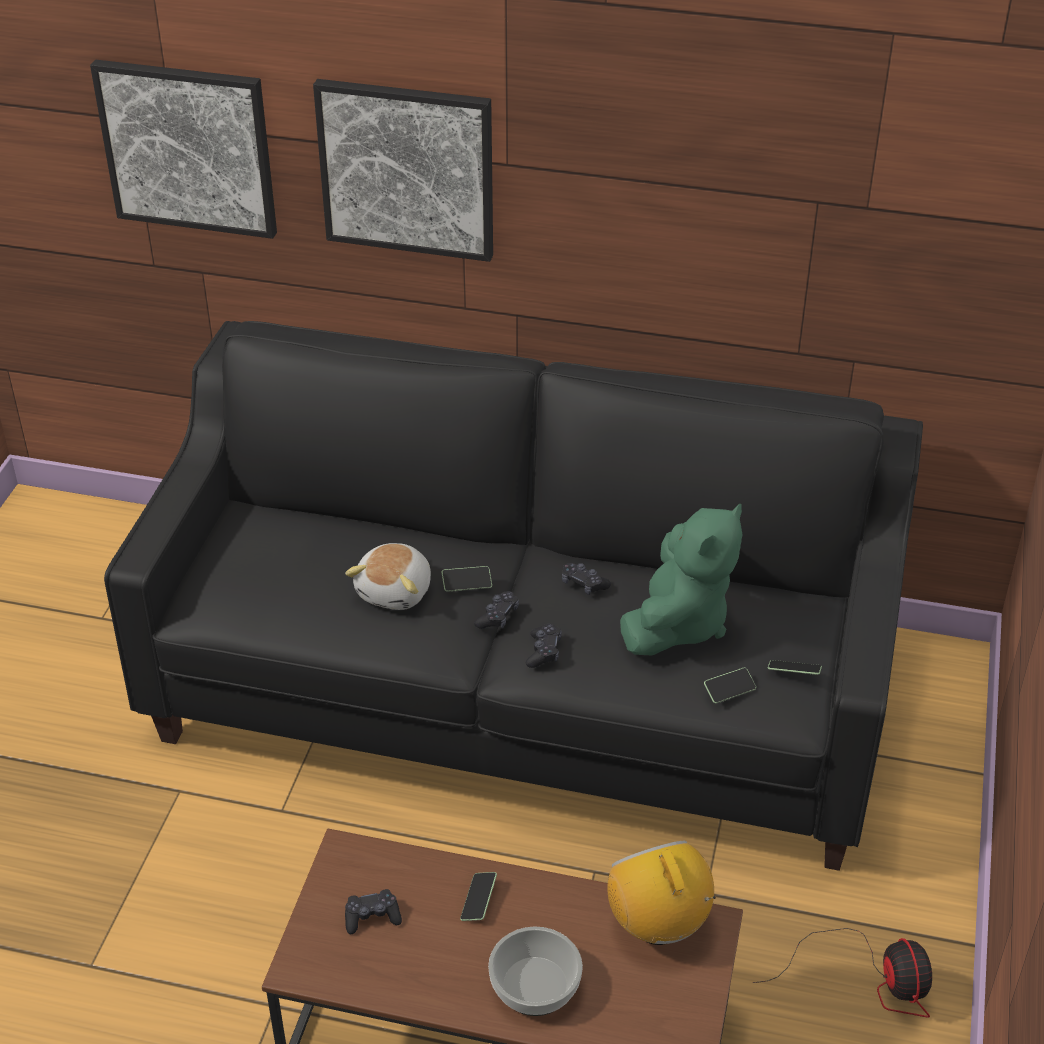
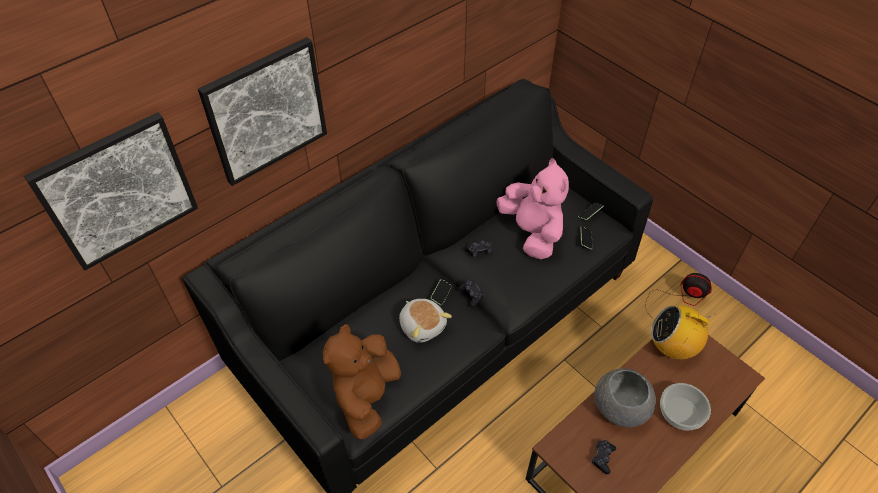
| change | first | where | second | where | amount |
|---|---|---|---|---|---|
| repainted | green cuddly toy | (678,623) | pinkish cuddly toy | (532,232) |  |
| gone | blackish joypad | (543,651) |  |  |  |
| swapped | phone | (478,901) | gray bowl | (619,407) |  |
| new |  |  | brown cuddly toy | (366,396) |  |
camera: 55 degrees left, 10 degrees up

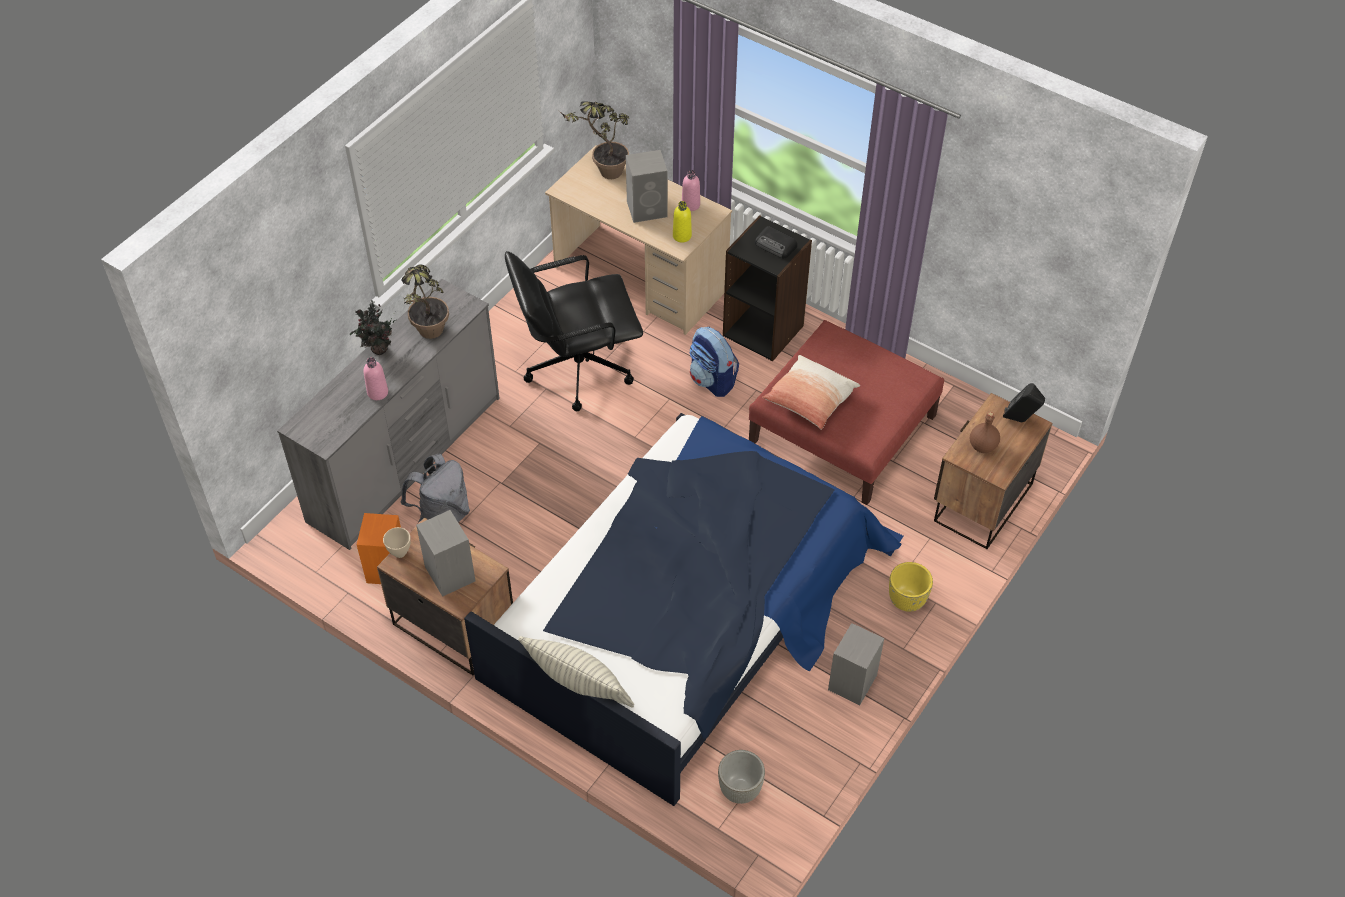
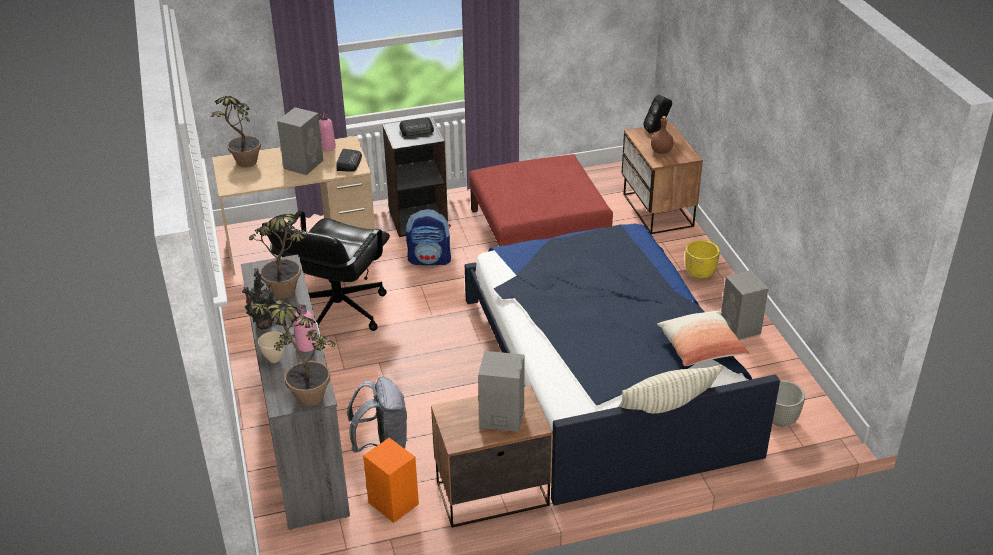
| change | first | where | second | where | amount |
|---|---|---|---|---|---|
| swapped | yellow-coloured beverage bottle | (682,236) | radio receiver | (349,163) |  |
| shifted | throw pillow | (810,400) |  | (701,348) |  |
| shifted | beige bowl | (399,553) |  | (274,359) |  |
| new |  |  | plant in a pot | (302,394) |  |
camera: 50 degrees left, 15 degrees down

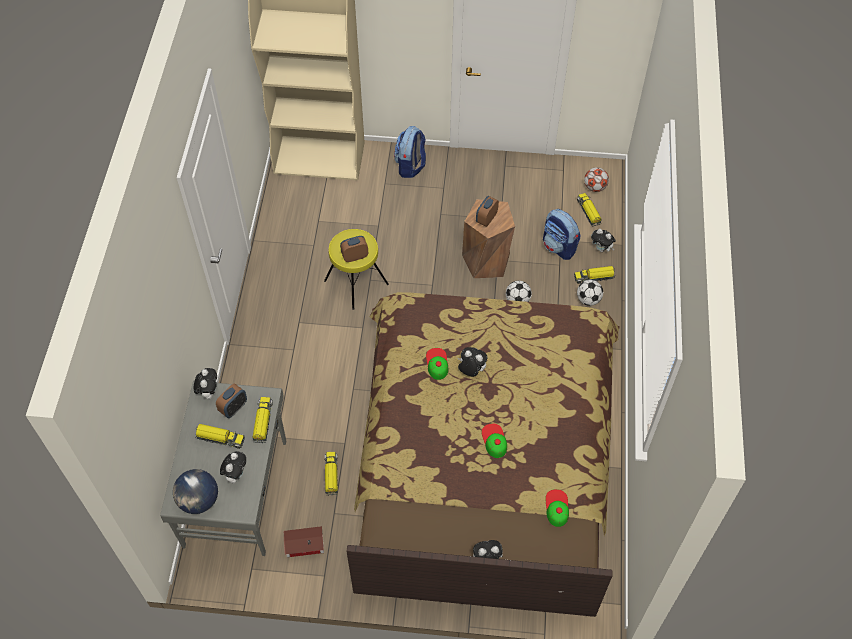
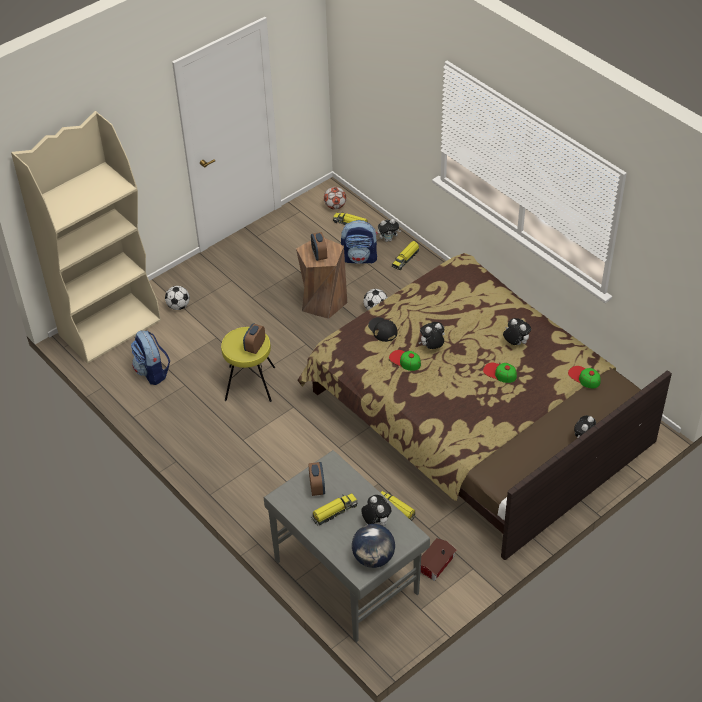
| change | first | where | second | where | amount |
|---|---|---|---|---|---|
| shifted | knapsack | (410,166) |  | (152,372) |  |
| shifted | football ball | (588,299) |  | (178,306) |  |
| shifted | cuddly toy | (208,392) |  | (515,343) |  |
| gone | model truck | (263,422) |  |  |  |
| new |  |  | blackish baseball cap | (382,330) |  |
camera: 45 degrees left, 10 degrees down

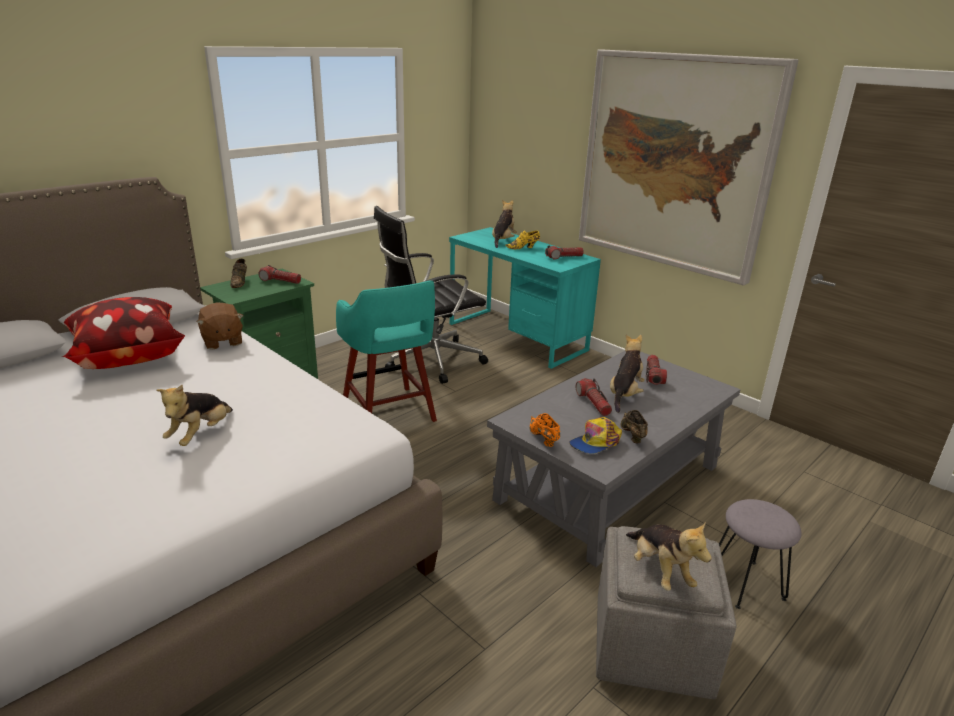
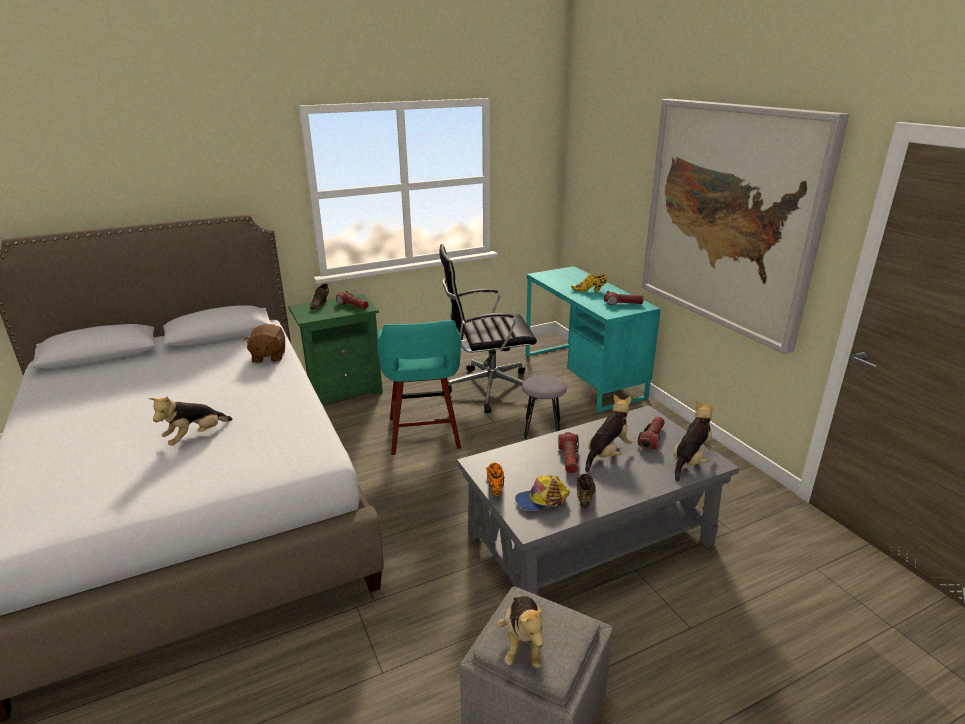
| change | first | where | second | where | amount |
|---|---|---|---|---|---|
| shifted | cuddly toy | (503,241) |  | (690,461) |  |
| gone | throw pillow | (128,357) |  |  |  |
| shifted | gray stool seat | (746,584) |  | (542,430) |  |
camera: 20 degrees right, 0 degrees up

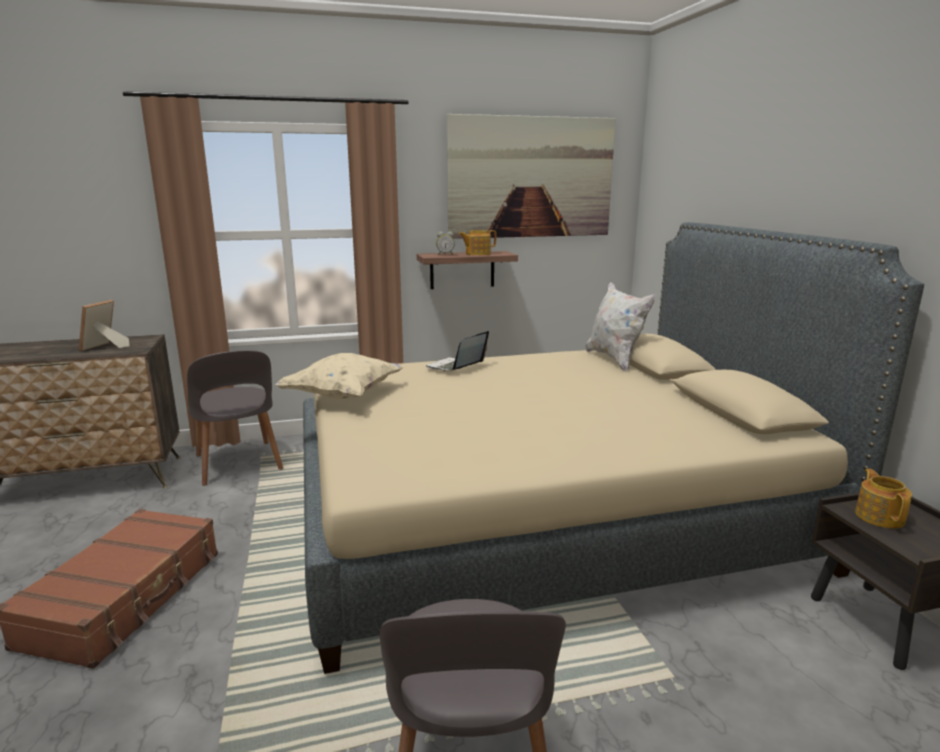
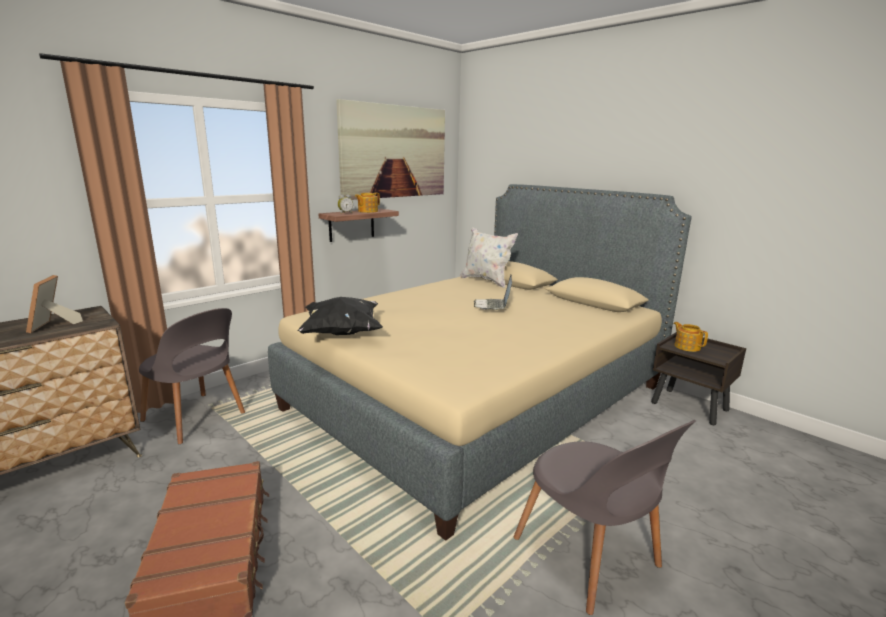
| change | first | where | second | where | amount |
|---|---|---|---|---|---|
| shifted | notebook computer | (455,367) |  | (493,306) |  |
| repainted | beige throw pillow | (344,396) | blackish throw pillow | (342,333) |  |
camera: 30 degrees left, 0 degrees up

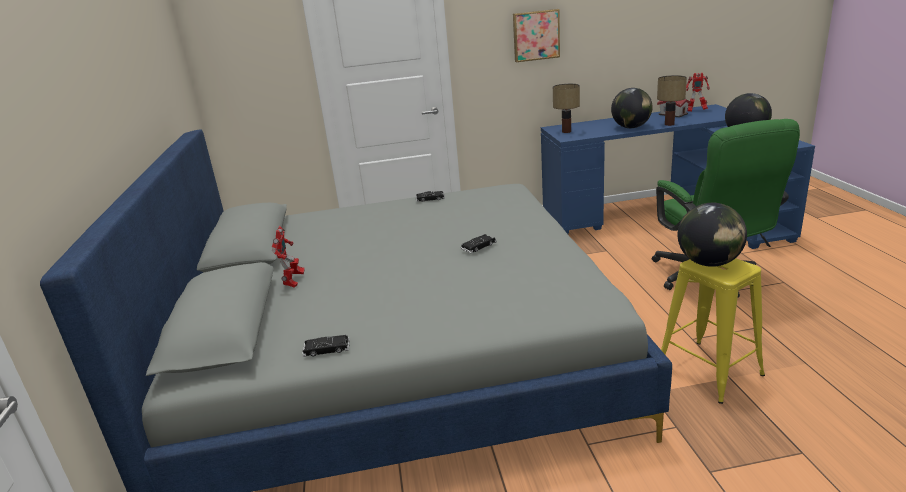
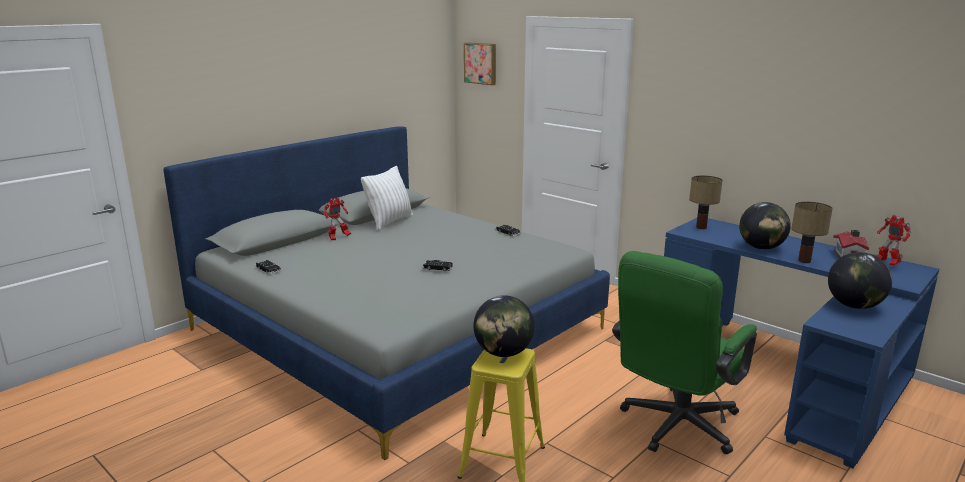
| change | first | where | second | where | amount |
|---|---|---|---|---|---|
| shifted | wall art | (536,35) |  | (481,63) |  |
| new |  |  | white throw pillow | (389,222) |  |
camera: 50 degrees right, 5 degrees down

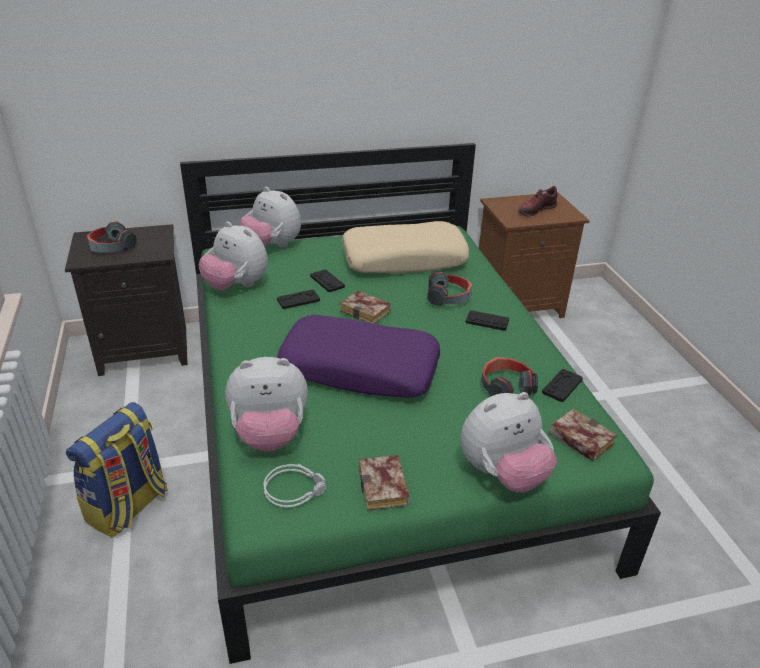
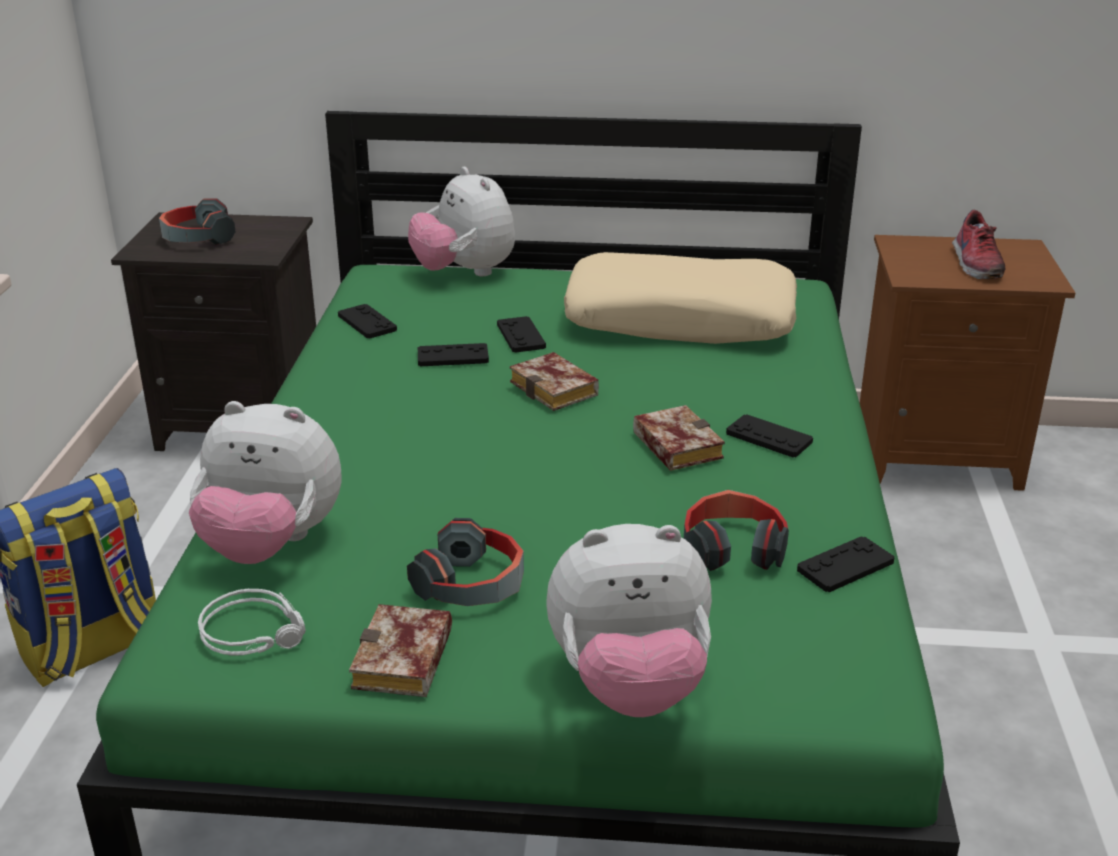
| change | first | where | second | where | amount |
|---|---|---|---|---|---|
| rotated | low shoe | (536,209) |  | (974,263) | 75 degrees counterclockwise |
| swapped | cuddly toy | (236,286) | blackish joypad | (367,323) |  |
| shifted | headphones | (449,297) |  | (472,584) |  |
| gone | purple throw pillow | (360,369) |  |  |  |
| shifted | bound book | (578,439) |  | (673,445) |  |
camera: 20 degrees right, 5 degrees down

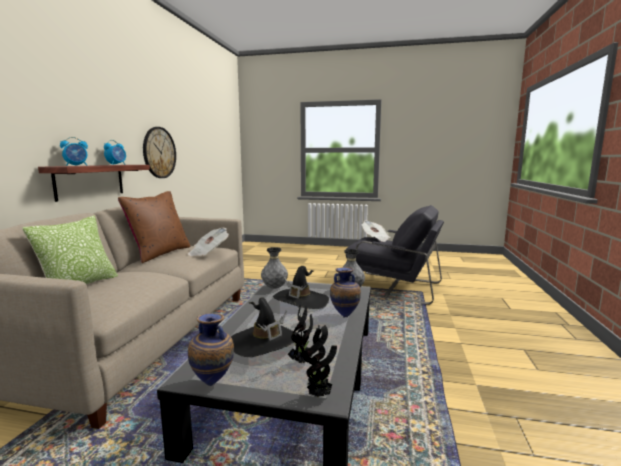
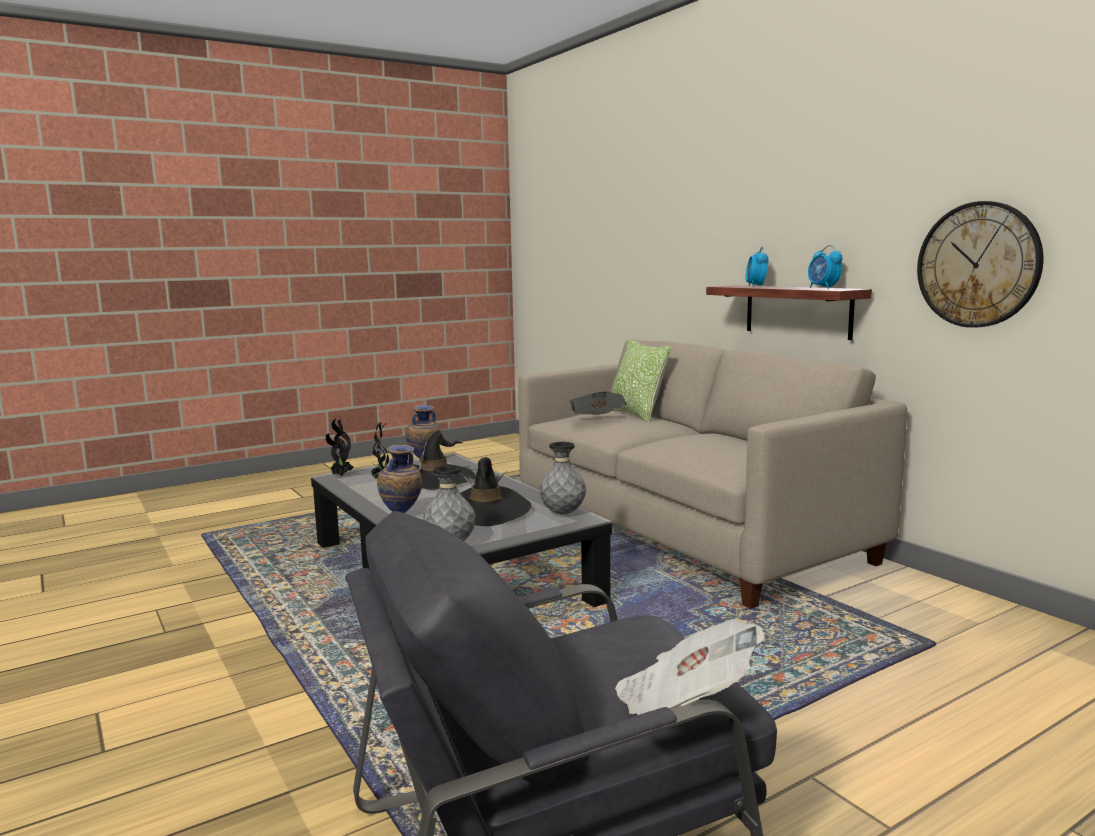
| change | first | where | second | where | amount |
|---|---|---|---|---|---|
| gone | brown throw pillow | (160,253) |  |  |  |
| shifted | daily paper | (208,252) |  | (597,420) |  |
camera: 135 degrees right, 0 degrees up

